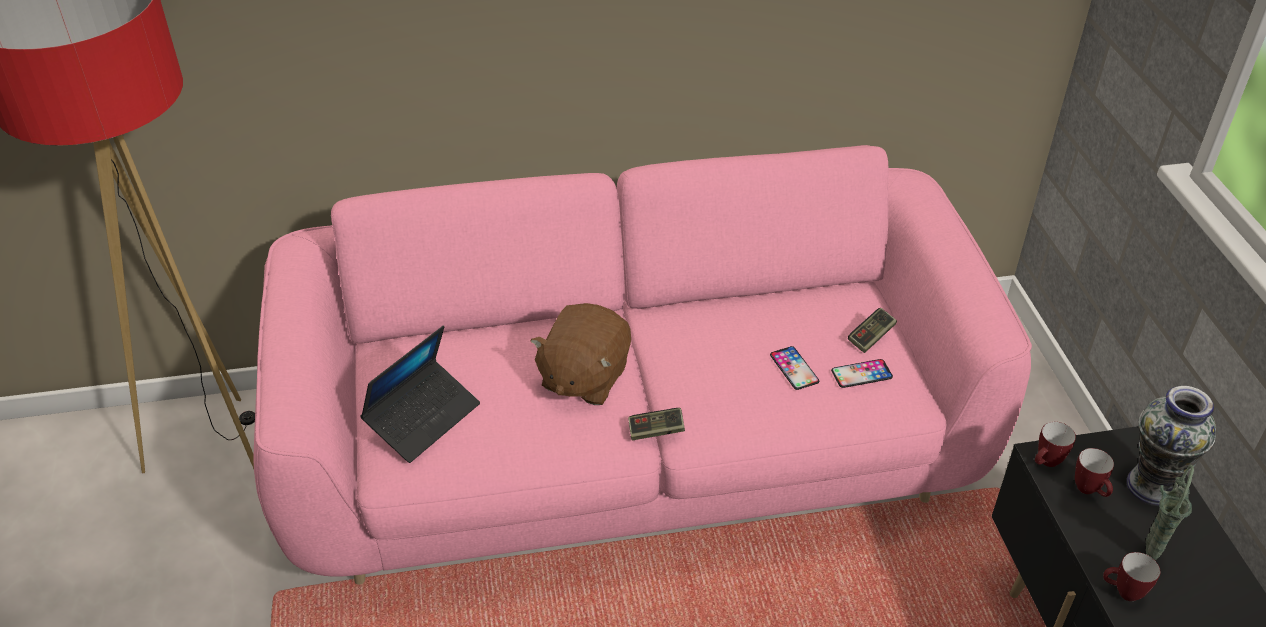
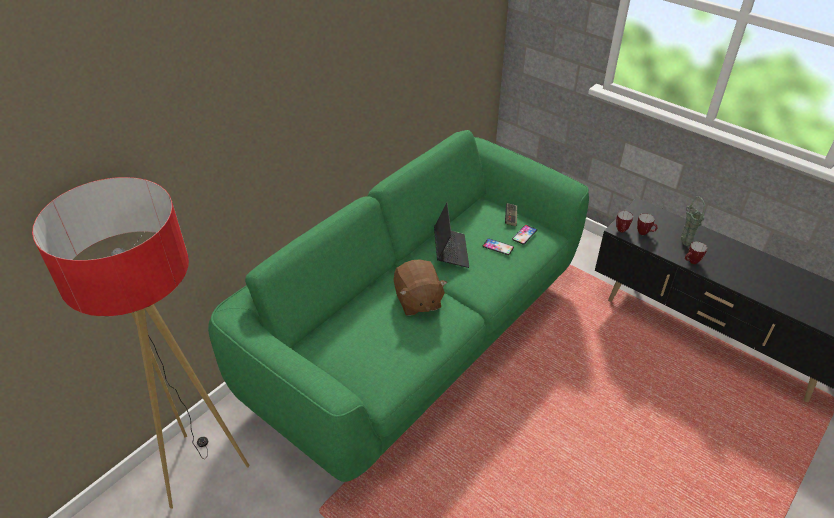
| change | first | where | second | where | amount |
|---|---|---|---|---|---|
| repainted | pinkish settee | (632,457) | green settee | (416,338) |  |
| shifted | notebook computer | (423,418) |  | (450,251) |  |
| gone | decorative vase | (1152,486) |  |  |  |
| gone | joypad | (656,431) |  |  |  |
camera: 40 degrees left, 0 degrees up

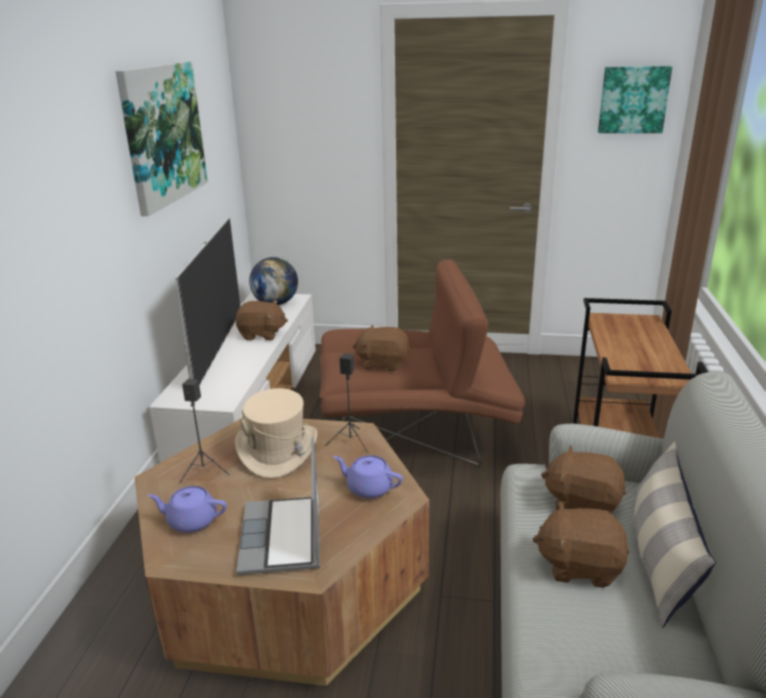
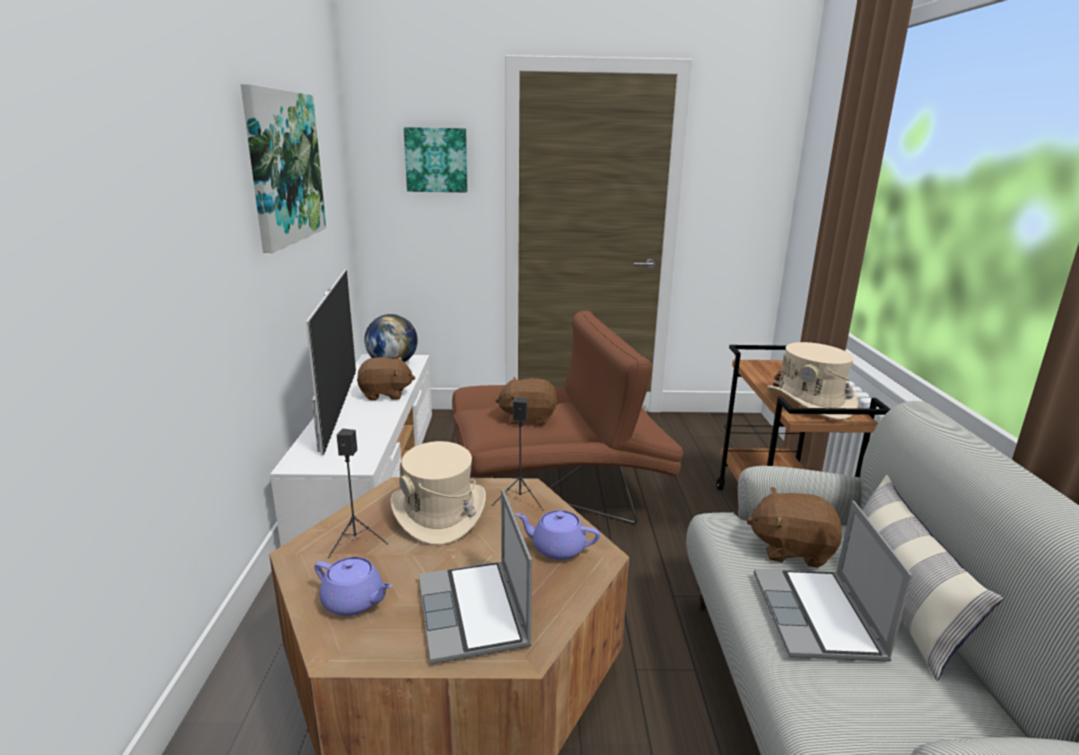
| change | first | where | second | where | amount |
|---|---|---|---|---|---|
| shifted | wall art | (633,99) |  | (436,160) |  |
| rotated | purple pot for tea | (191,521) |  | (354,602) | 150 degrees counterclockwise |
| swapped | brown cuddly toy | (579,565) | notebook computer | (819,618) |  |
| new |  |  | beige hat | (810,402) |  |
camera: 10 degrees left, 5 degrees down

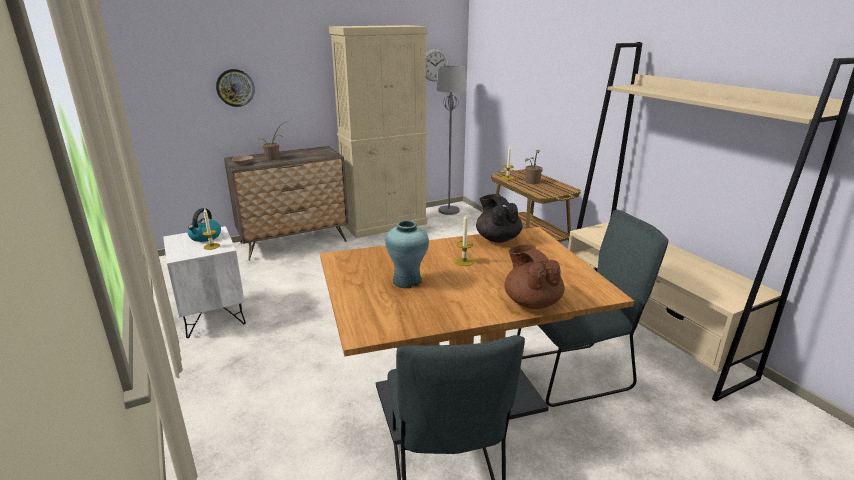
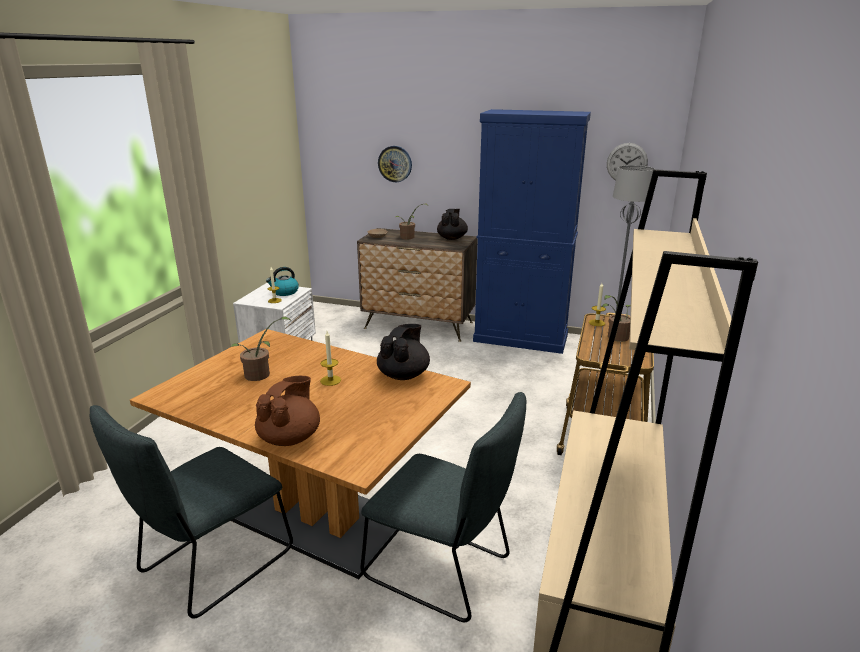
| change | first | where | second | where | amount |
|---|---|---|---|---|---|
| repainted | beige cupboard | (385,224) | bluish cupboard | (521,338) |  |
| swapped | turquoise-coloured decorative vase | (407,281) | plant in a pot | (261,375) |  |
| new |  |  | blackish pot for tea | (452,238) |  |
camera: 45 degrees right, 0 degrees up

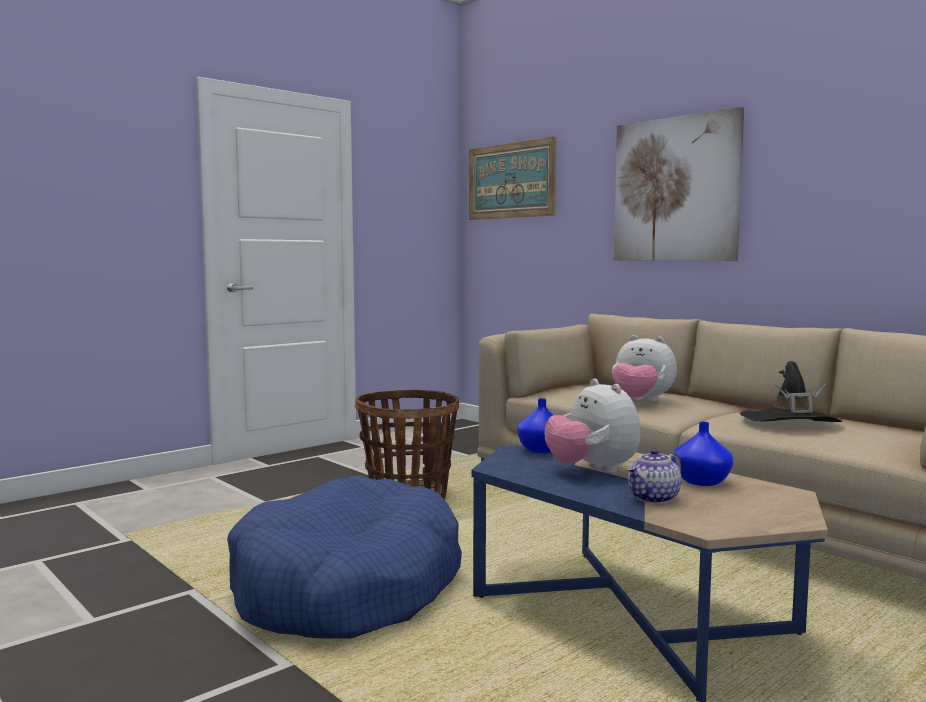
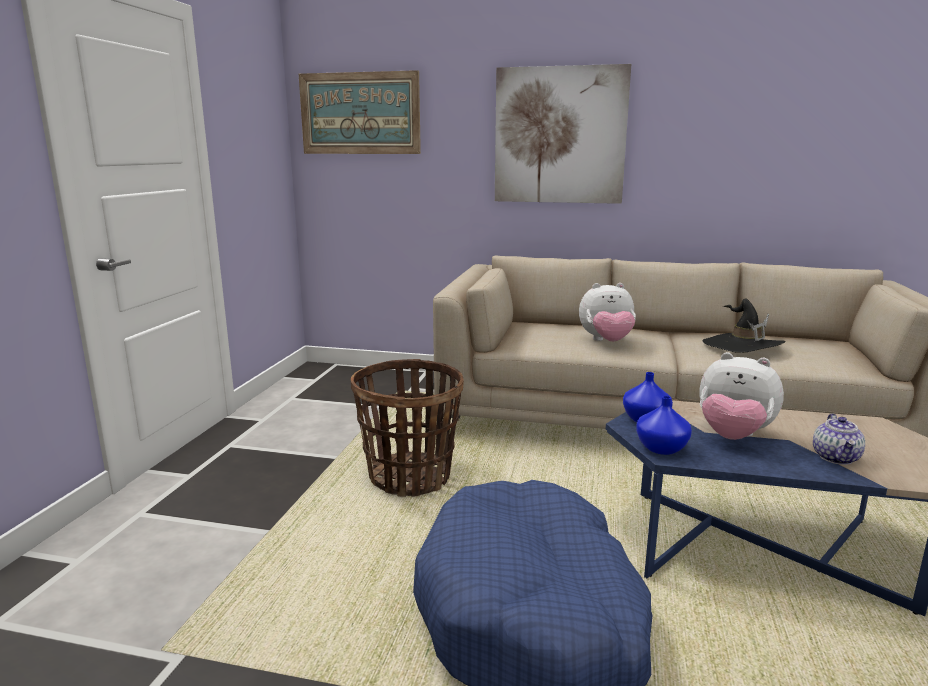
| change | first | where | second | where | amount |
|---|---|---|---|---|---|
| shifted | bluish decorative vase | (702,481) |  | (662,448) |  |
camera: 35 degrees left, 10 degrees up

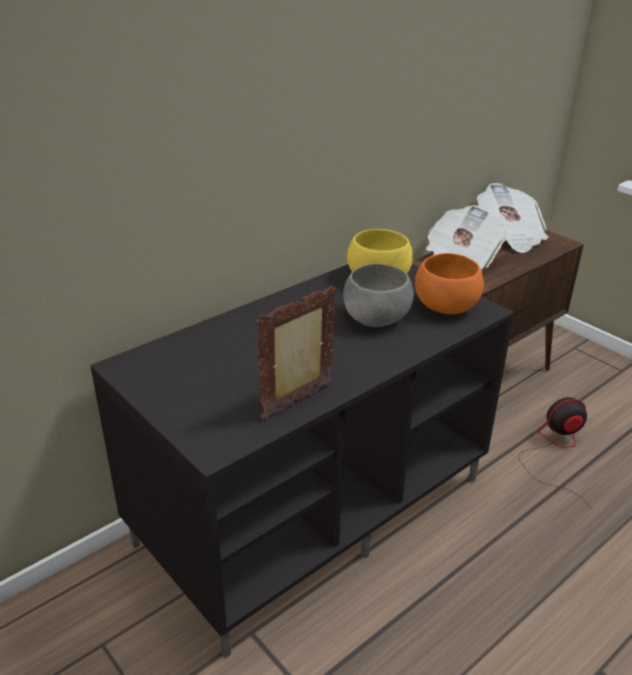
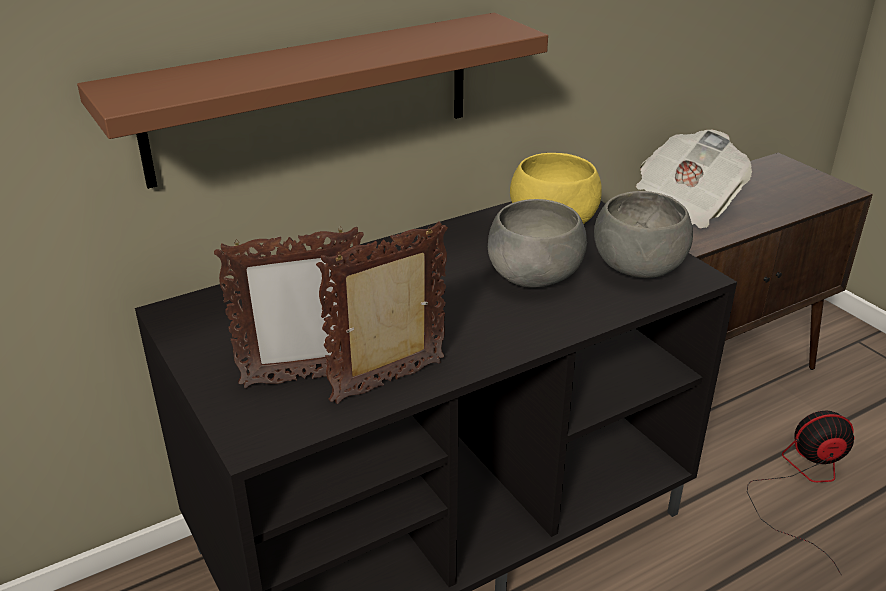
| change | first | where | second | where | amount |
|---|---|---|---|---|---|
| gone | daily paper | (509,236) |  |  |  |
| repainted | orange bowl | (446,306) | gray bowl | (639,267) |  |
| new |  |  | brown wall shelf | (312,97) |  |
| new |  |  | standing frame | (304,379) |  |
camera: 10 degrees right, 0 degrees up

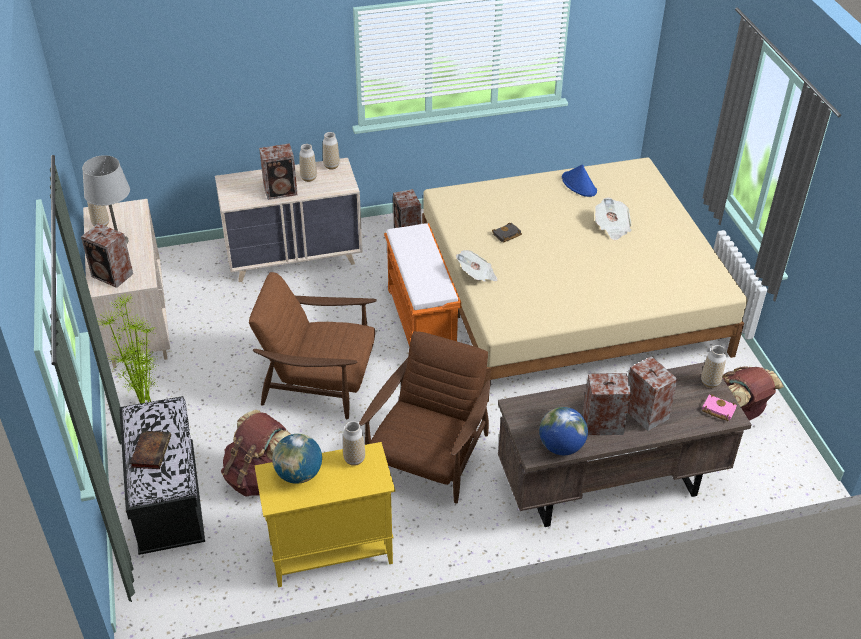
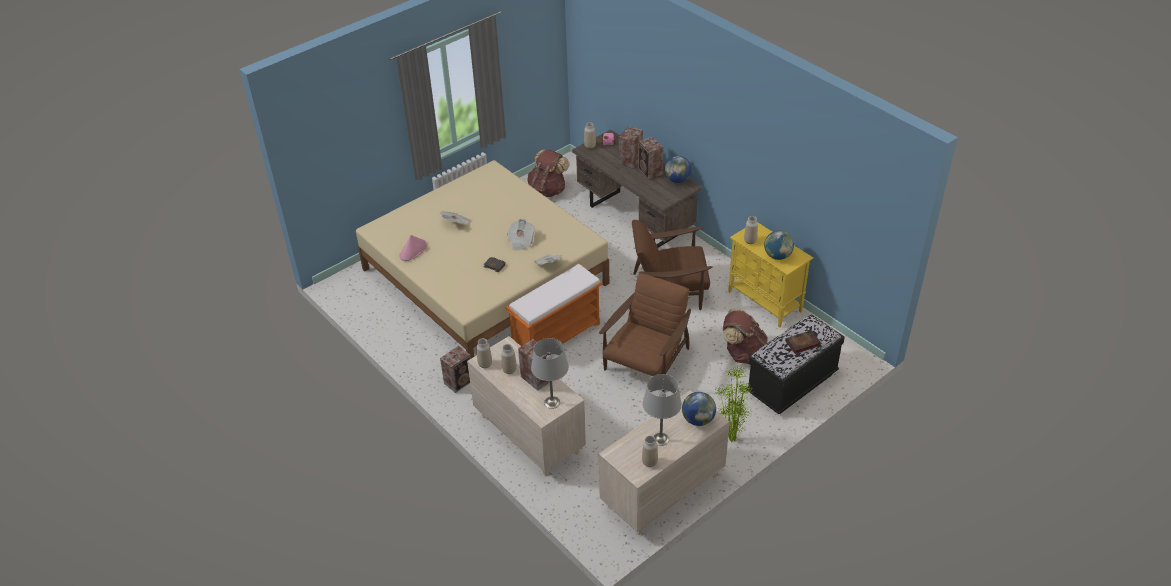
| change | first | where | second | where | amount |
|---|---|---|---|---|---|
| repainted | bluish hat | (579,185) | pinkish hat | (413,250) |  |
| swapped | audio speaker | (113,276) | globe | (698,420) |  |
| rotated | brown lounge chair | (319,381) |  | (646,361) | 135 degrees counterclockwise |
| new |  |  | daily paper | (521,241) |  |
| new |  |  | gray lamp for a table | (552,402) |  |
camera: 115 degrees left, 0 degrees up

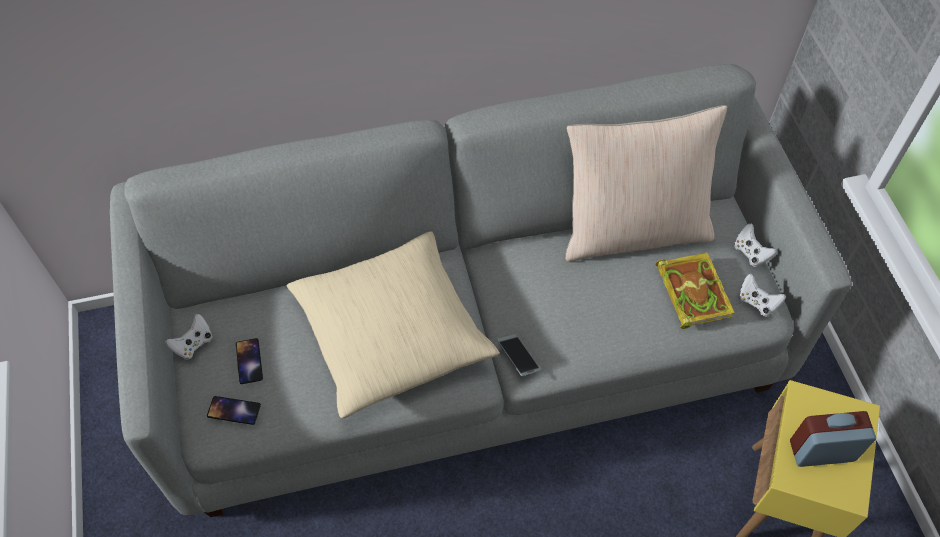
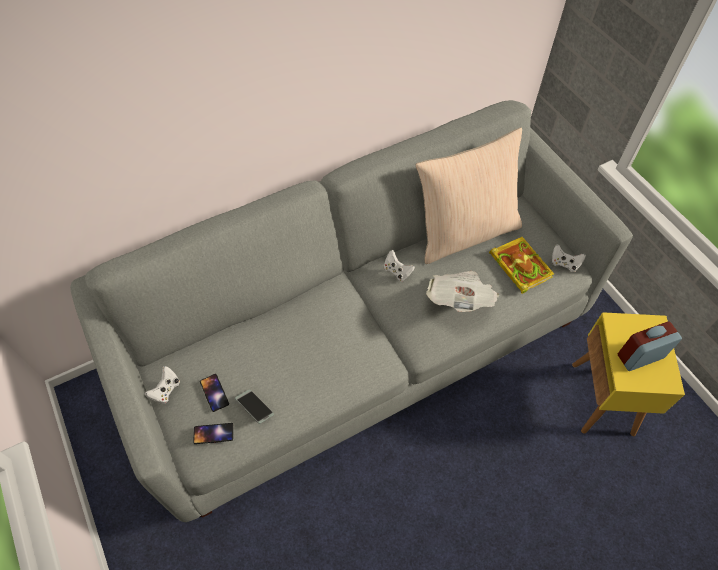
| change | first | where | second | where | amount |
|---|---|---|---|---|---|
| shifted | white joypad | (750,253) |  | (397,271) |  |
| gone | beige throw pillow | (392,332) |  |  |  |
| shifted | phone | (518,357) |  | (255,408) |  |
| new |  |  | daily paper | (459,300) |  |
camera: 15 degrees left, 0 degrees up

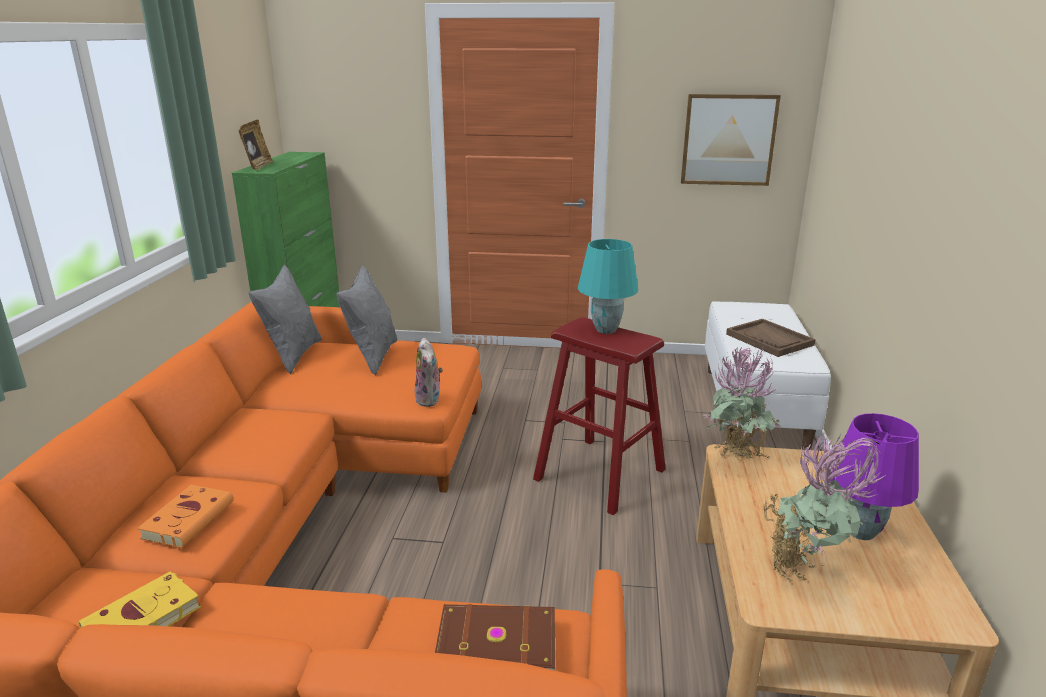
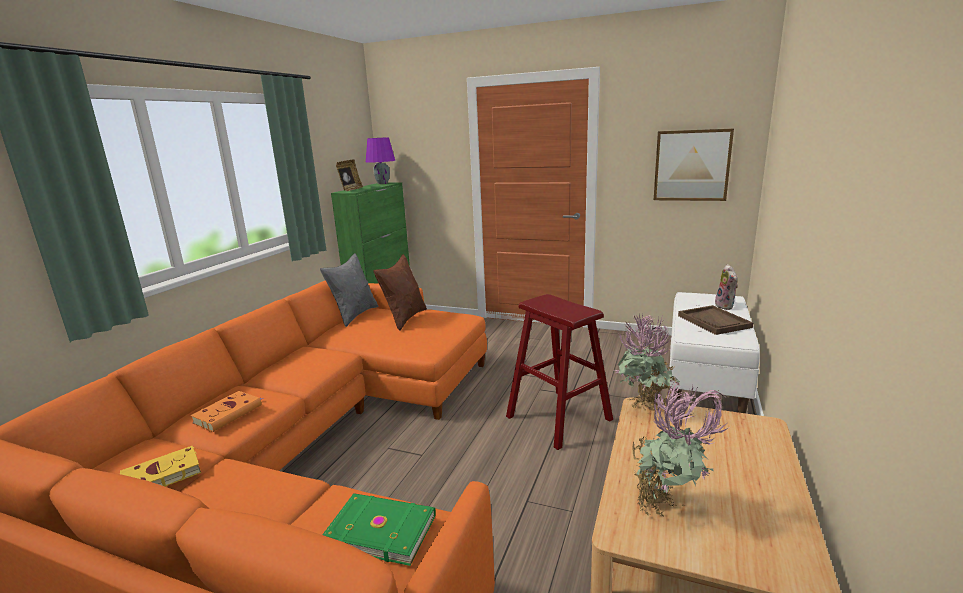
| change | first | where | second | where | amount |
|---|---|---|---|---|---|
| gone | turquoise-coloured lamp for a table | (605,330) |  |  |  |
| repainted | gray throw pillow | (372,357) | brown throw pillow | (404,319) |  |
| shifted | cuddly toy | (430,400) |  | (726,306) |  |
| shifted | purple lamp for a table | (861,532) |  | (382,183) |  |
| repainted | brown bound book | (496,643) | green bound book | (381,529) |  |
camera: 15 degrees right, 5 degrees down

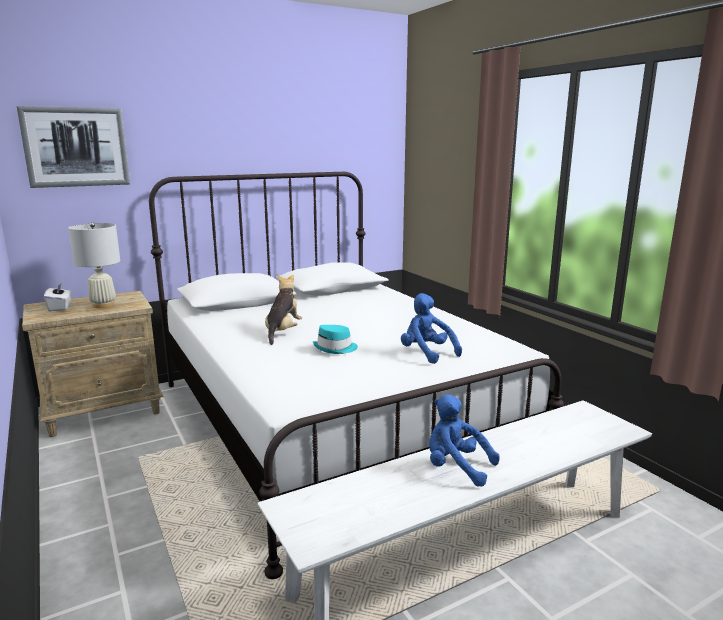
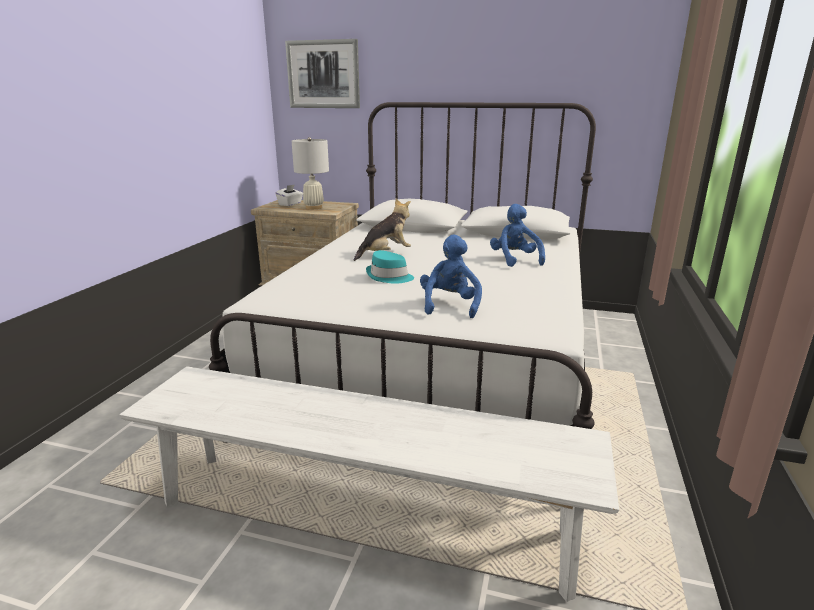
| change | first | where | second | where | amount |
|---|---|---|---|---|---|
| shifted | bluish cuddly toy | (456,467) |  | (514,260) |  |
camera: 45 degrees right, 5 degrees up

